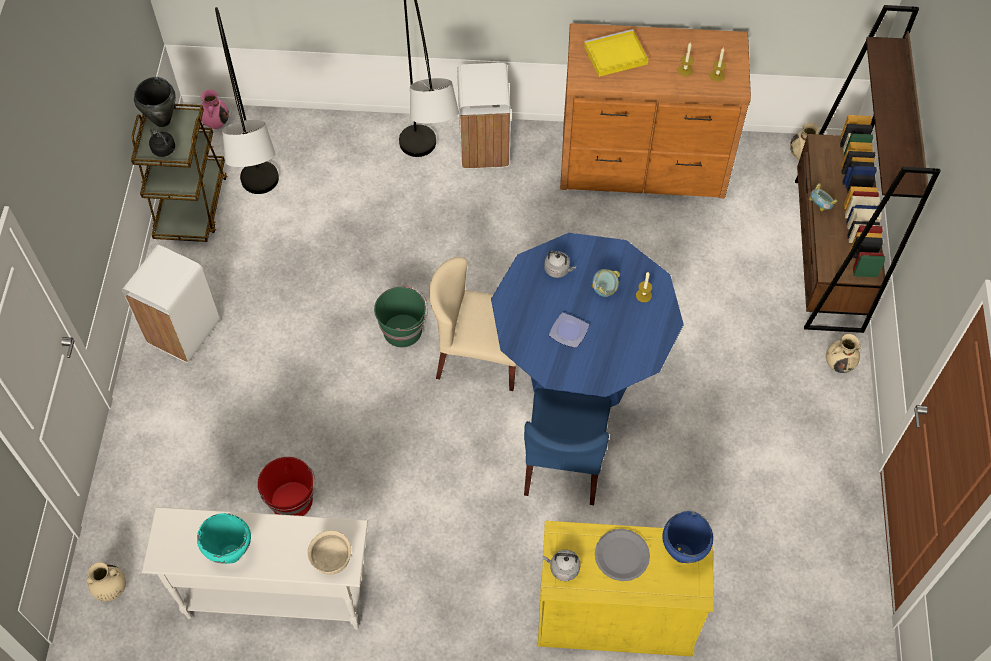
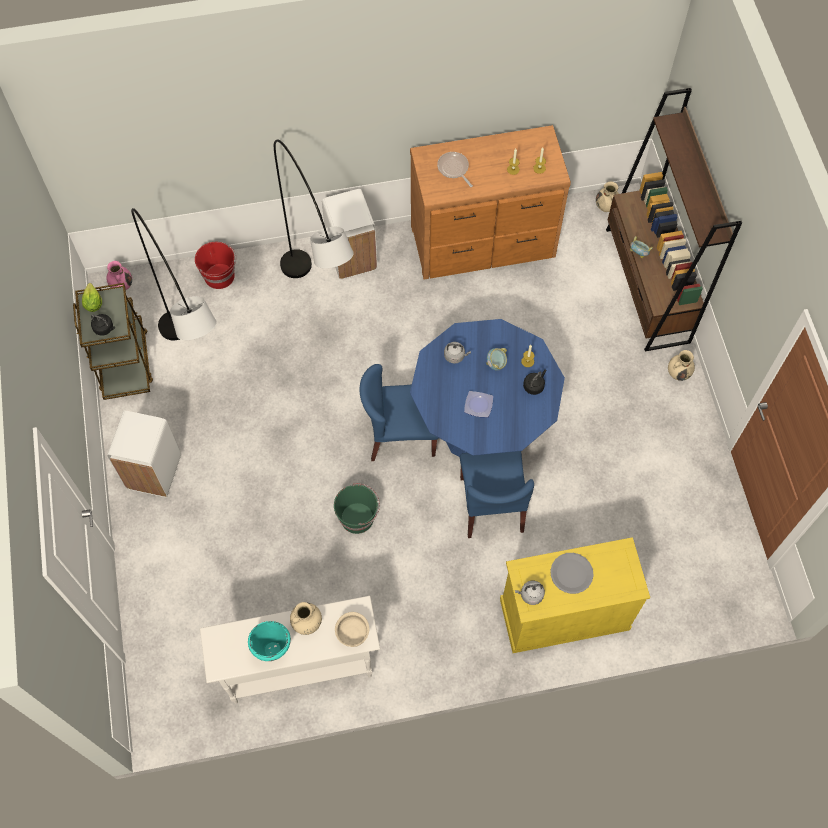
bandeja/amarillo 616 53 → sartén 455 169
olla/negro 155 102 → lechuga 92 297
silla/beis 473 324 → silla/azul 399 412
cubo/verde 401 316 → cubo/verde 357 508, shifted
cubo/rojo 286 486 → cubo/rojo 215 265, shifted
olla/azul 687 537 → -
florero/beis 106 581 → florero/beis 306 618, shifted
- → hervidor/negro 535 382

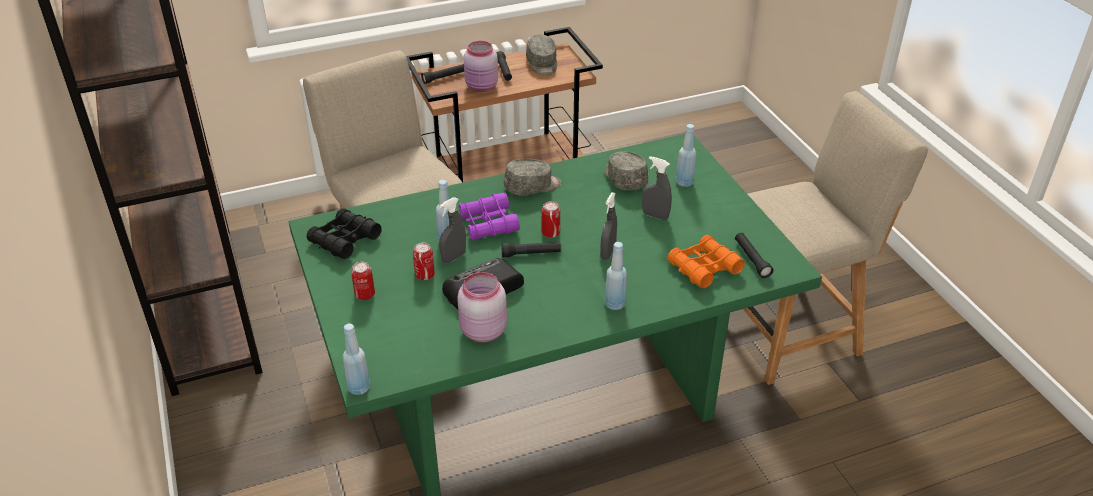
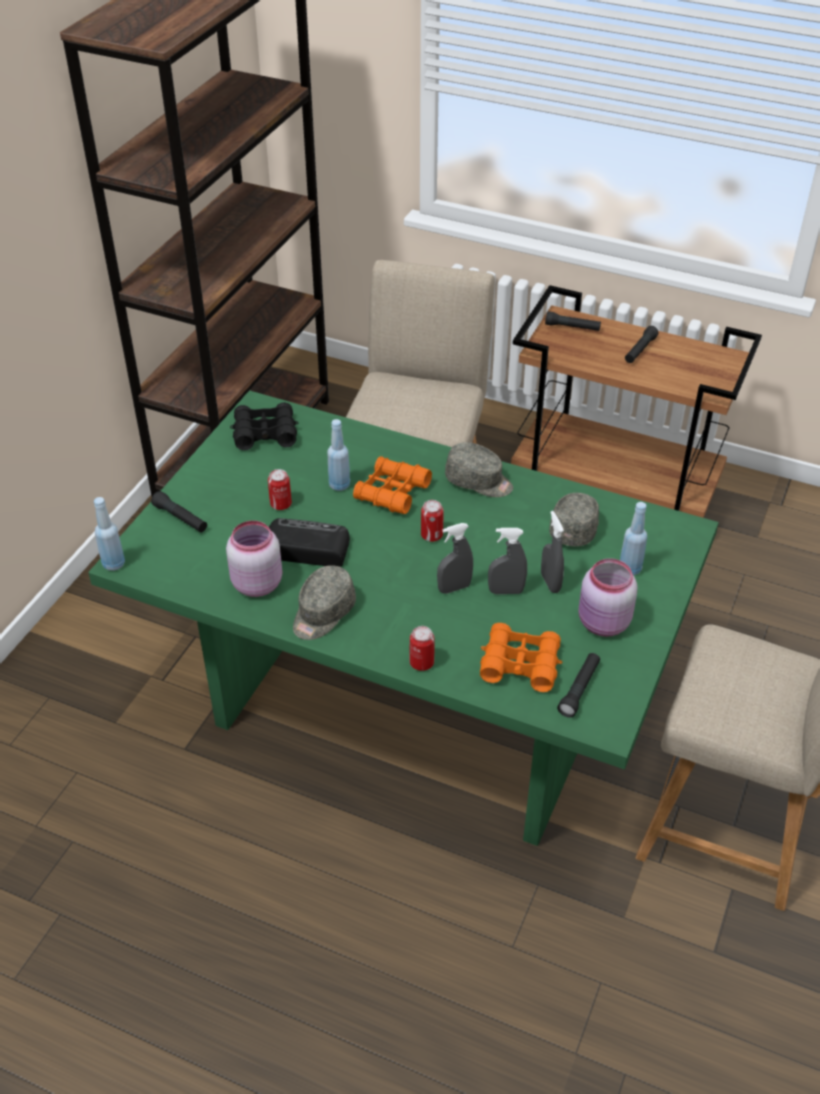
gorra/gris 541 55 → gorra/gris 324 602, shifted
tarro/rosa 481 66 → tarro/rosa 607 597, shifted
prismáticos/morado 489 217 → prismáticos/naranja 392 485
pulverizador/gris 452 230 → pulverizador/gris 507 561, shifted
linterna/negro 531 249 → linterna/negro 179 512, shifted
botella/azul 616 276 → -
lata 363 281 → lata 422 648, shifted

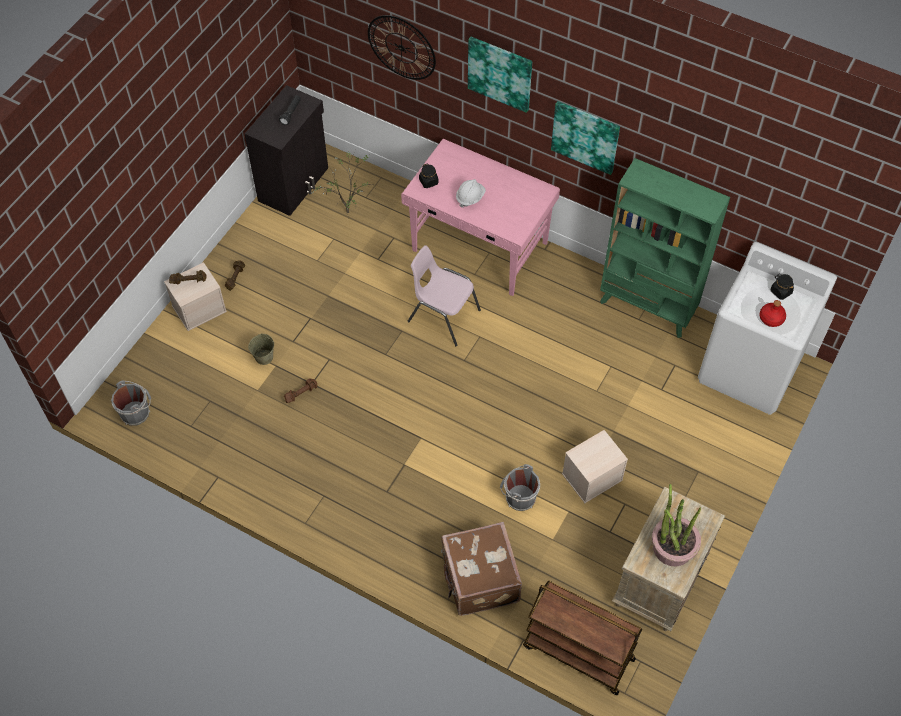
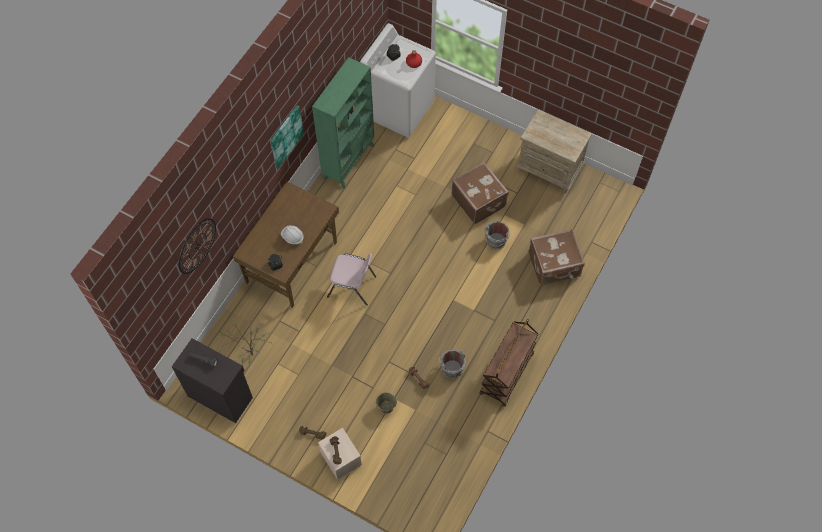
cuadro 500 75 → -
escritorio/rosa 480 217 → escritorio/marrón 286 245
silla/rosa 444 295 → silla/rosa 351 279, 105 degrees counterclockwise
cubo/gris 131 403 → cubo/gris 452 364, shifted
caja de almacenaje/beis 595 466 → maleta/marrón 480 193
planta en maceta 676 525 → -
carrito/marrón 582 638 → carrito/marrón 509 363, shifted

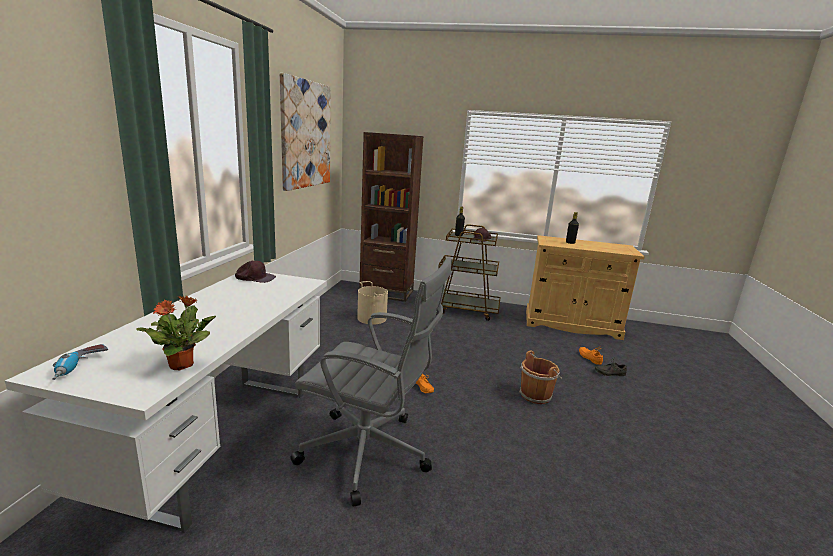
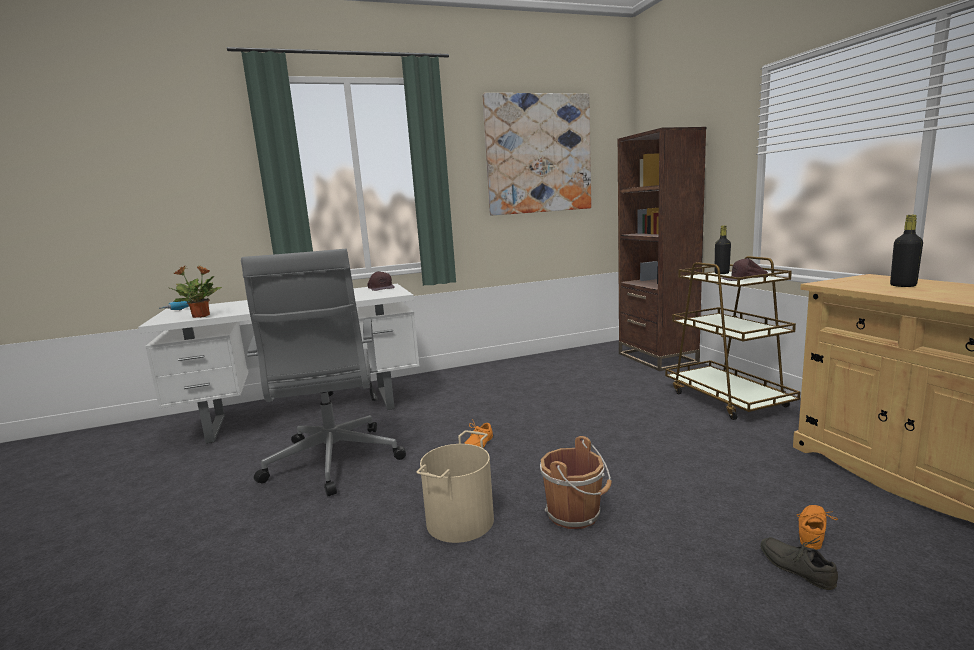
cubo/beis 372 303 → cubo/beis 455 486, shifted

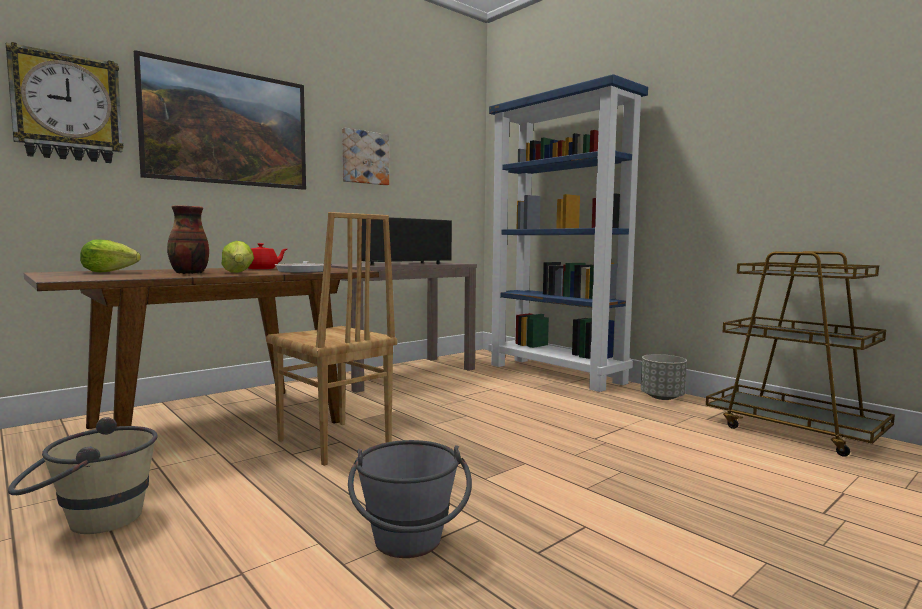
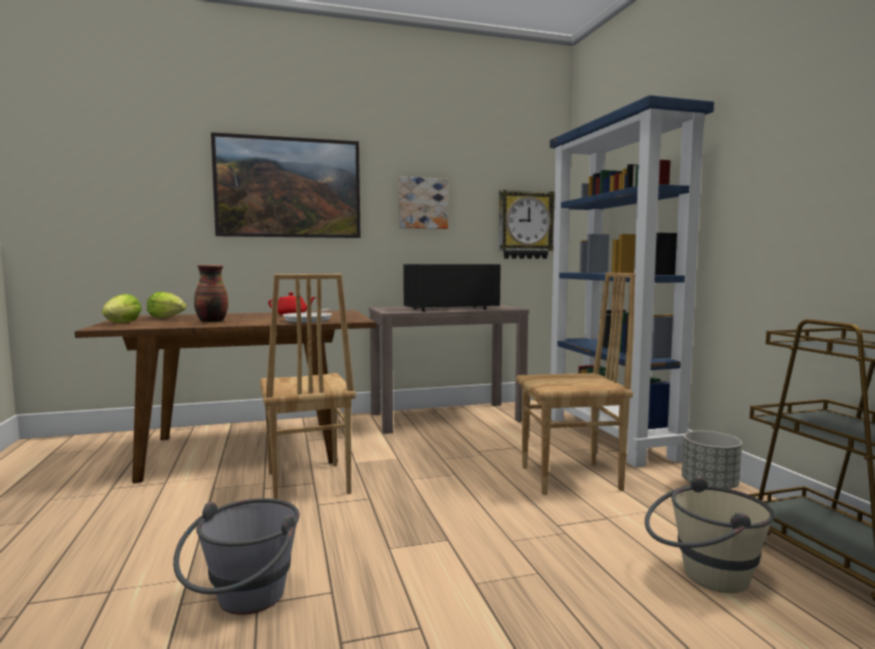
reloj de pared 65 102 → reloj de pared 526 224, shifted
lechuga 237 257 → lechuga 122 308, shifted
cubo/beis 83 475 → cubo/beis 710 534, shifted
- → silla/marrón 575 383

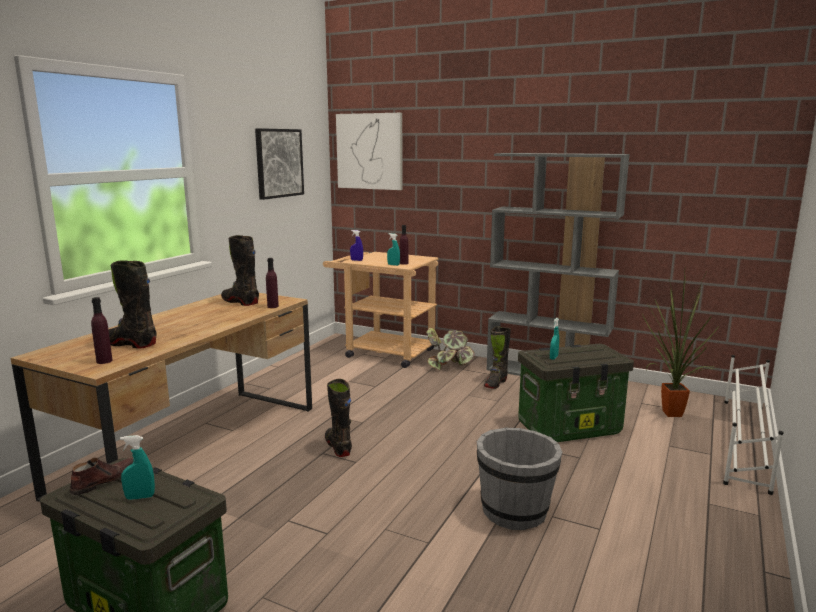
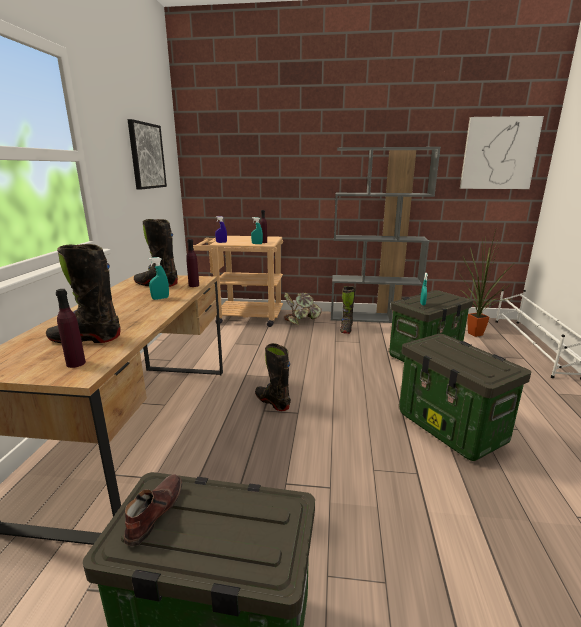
cuadro 369 151 → cuadro 502 152, shifted
cubo/gris 520 479 → caja de almacenaje 465 397
pulverizador/turquesa 137 467 → pulverizador/turquesa 158 278, shifted

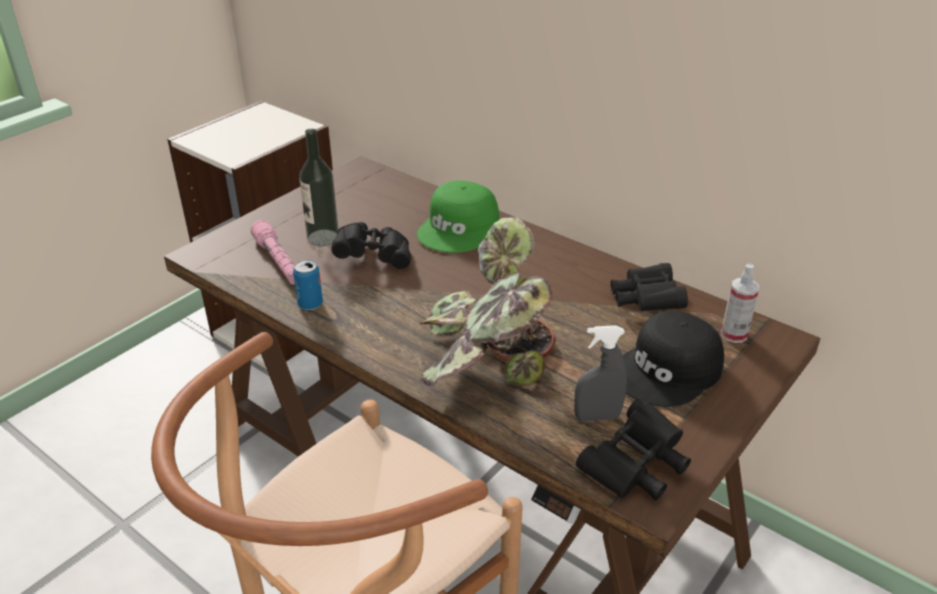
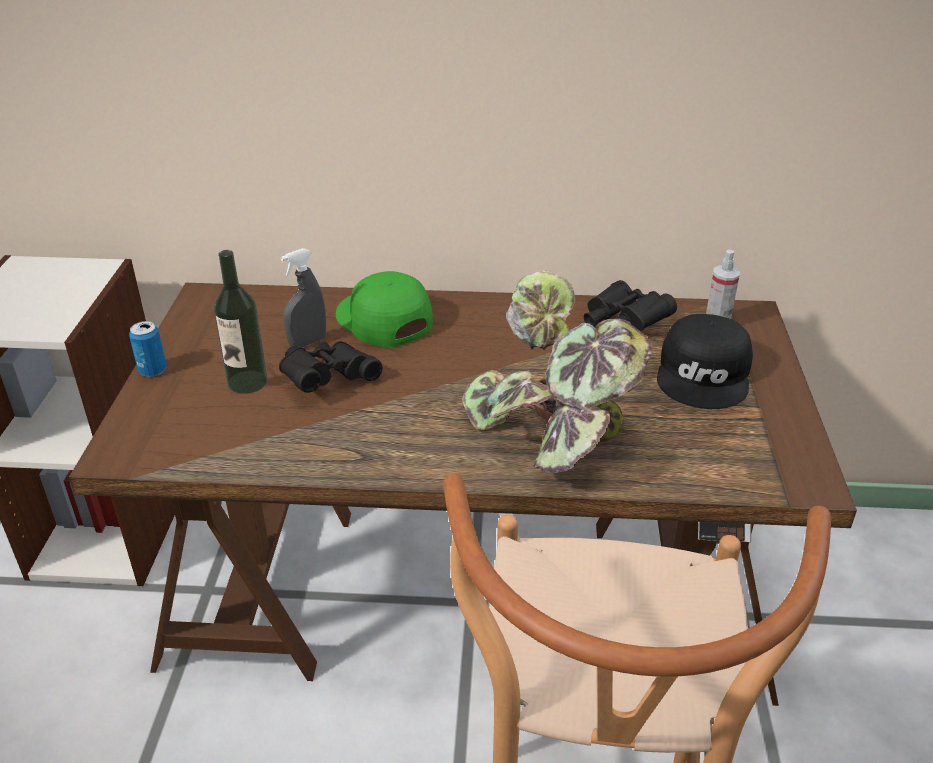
gorra/verde 458 216 → gorra/verde 384 309, 150 degrees clockwise
linterna/rosa 272 252 → -
lata 308 285 → lata 148 349, shifted
pulverizador/gris 600 373 → pulverizador/gris 303 298, shifted
prismáticos/negro 633 449 → -

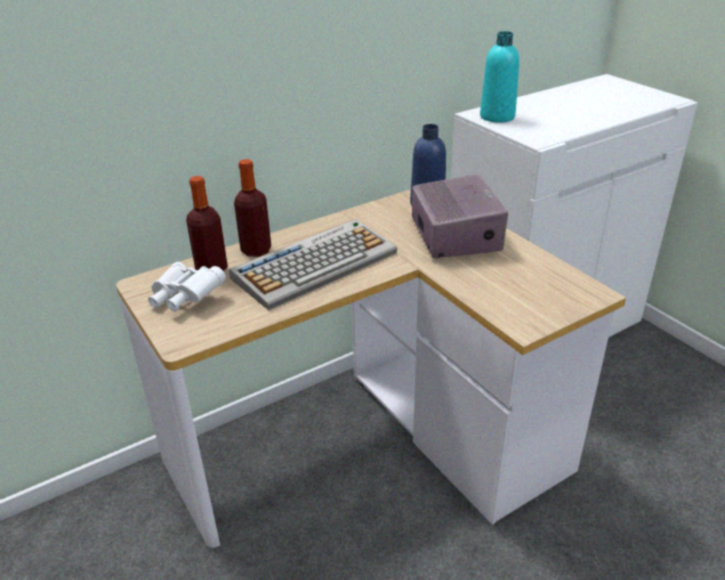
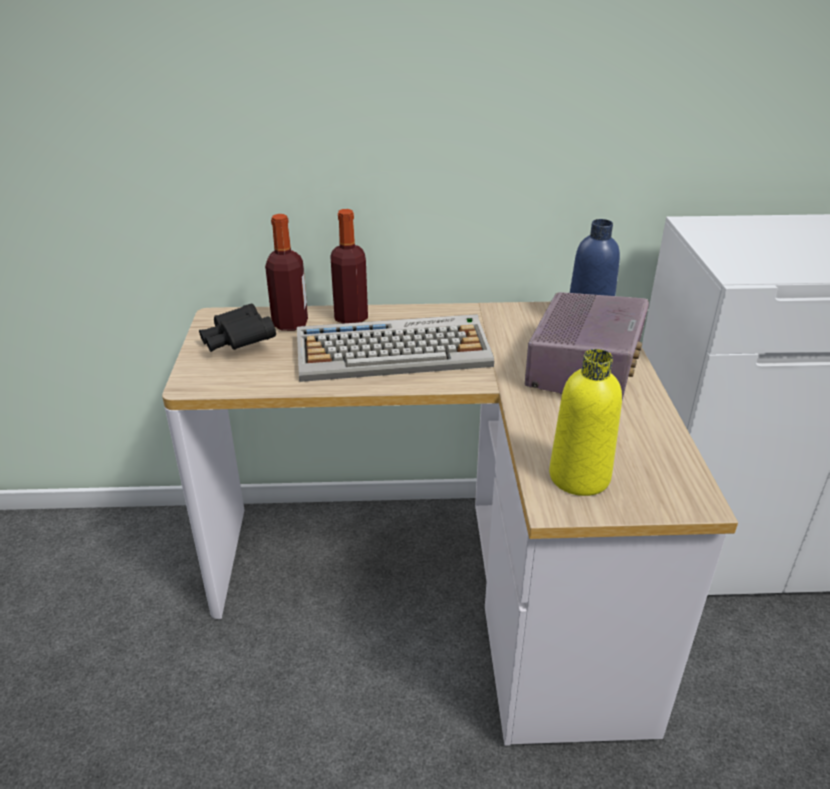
botella/turquesa 499 77 → -
prismáticos/blanco 187 287 → prismáticos/negro 237 327
- → botella/amarillo 585 422

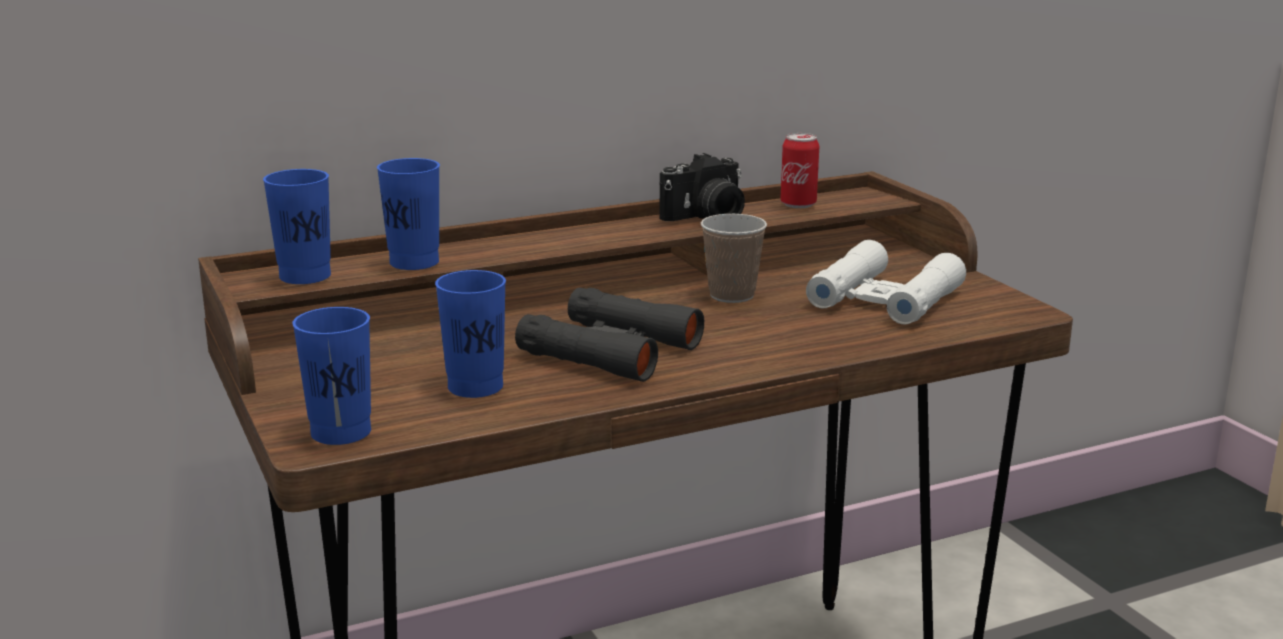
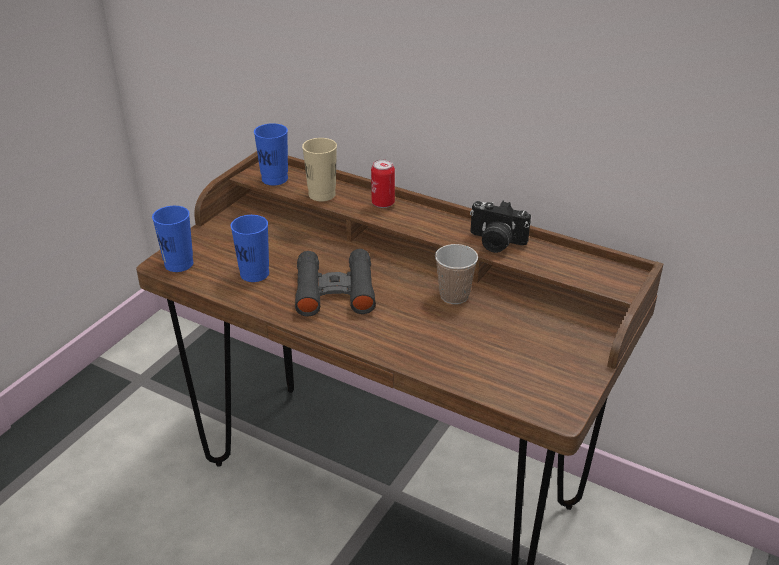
lata 799 170 → lata 383 183, shifted
taza/azul 408 214 → taza/beis 319 169
prismáticos/blanco 886 282 → -

